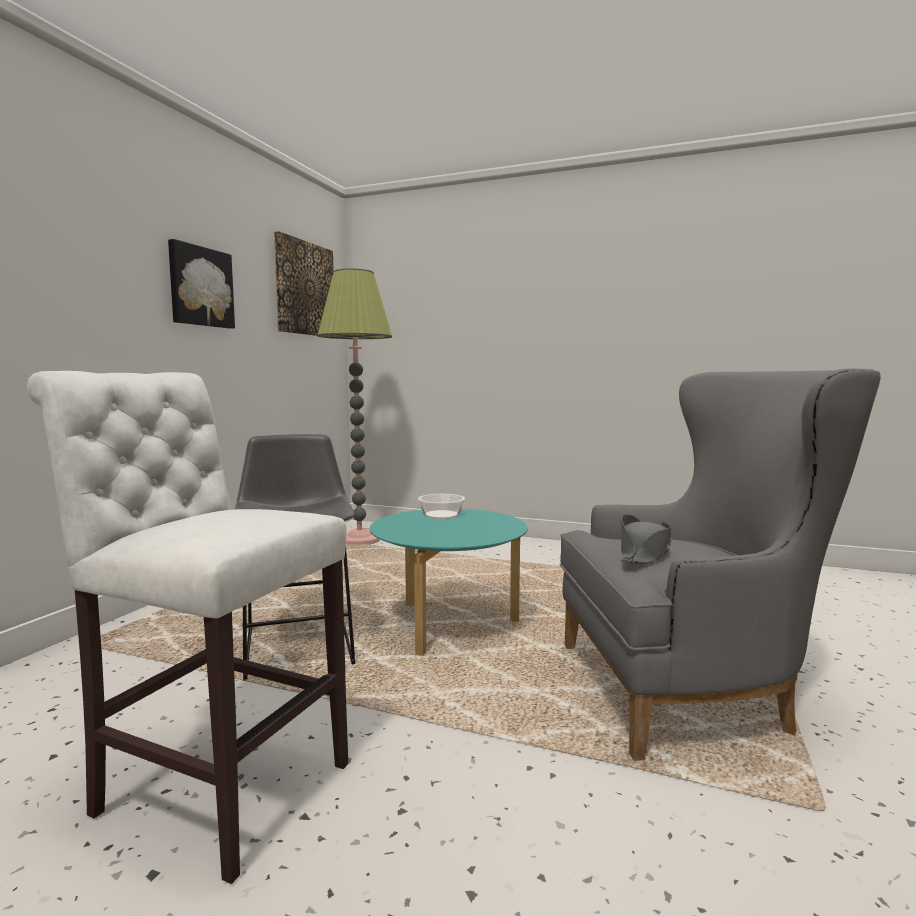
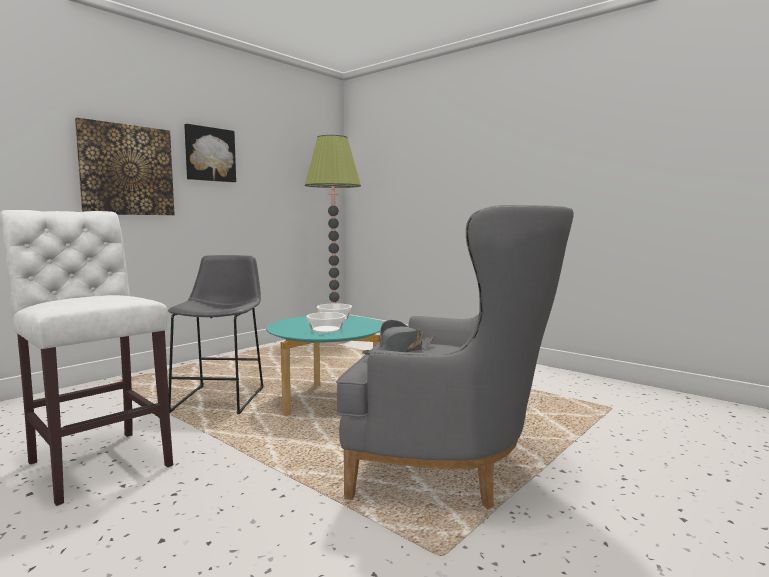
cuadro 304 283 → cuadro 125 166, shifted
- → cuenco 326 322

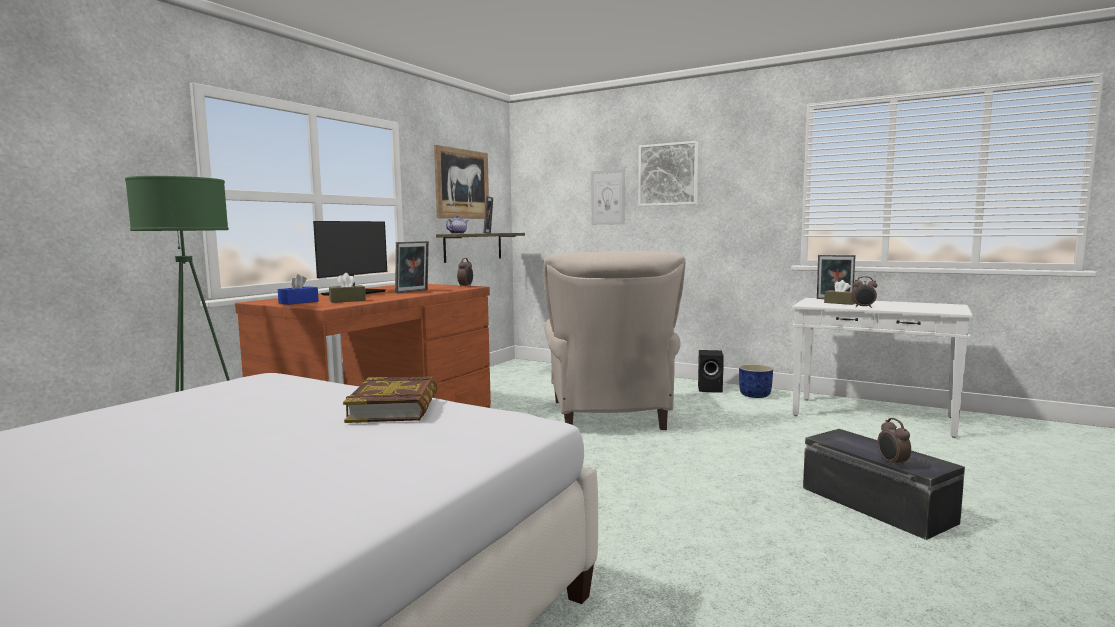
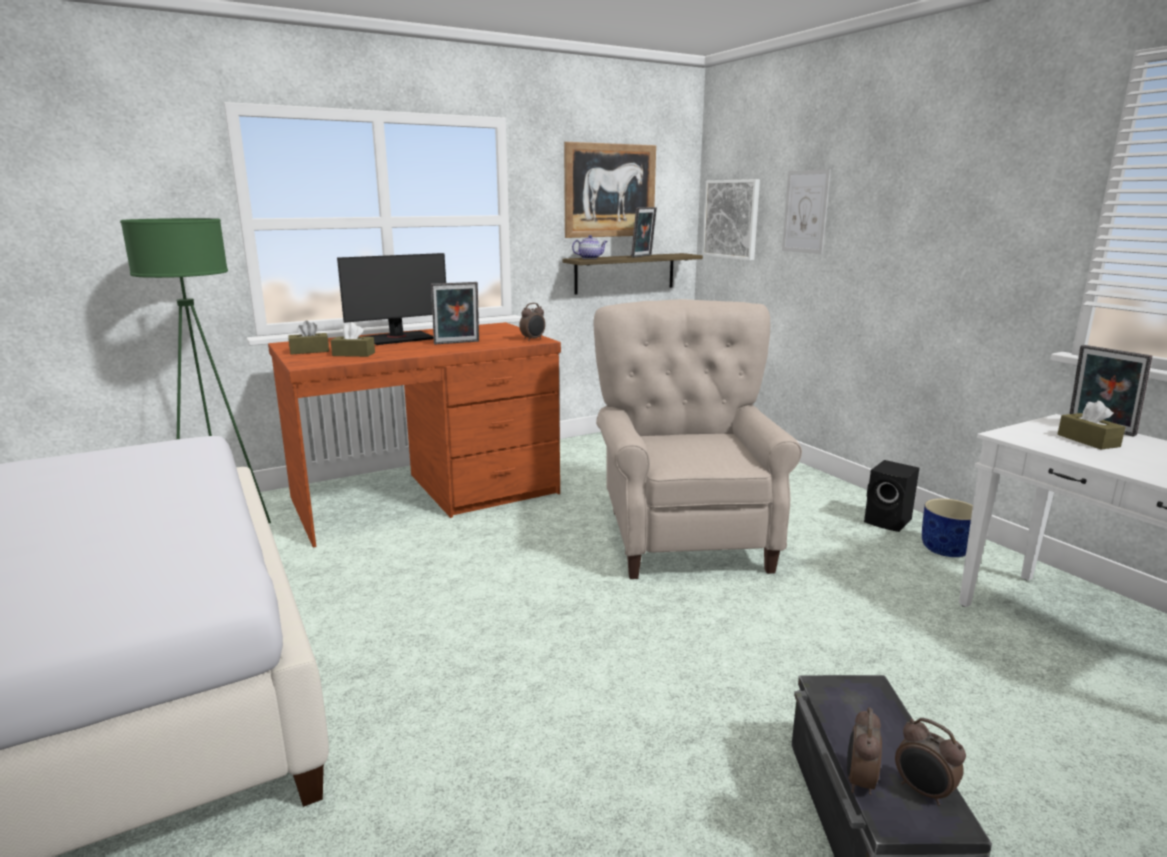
cuadro 668 173 → cuadro 731 220, shifted
sillón/beis 614 340 → sillón/beis 698 439, 150 degrees clockwise
caja de pañuelos/azul 298 289 → caja de pañuelos/marrón 309 337
despertador 864 292 → despertador 930 762, shifted
libro 390 399 → -

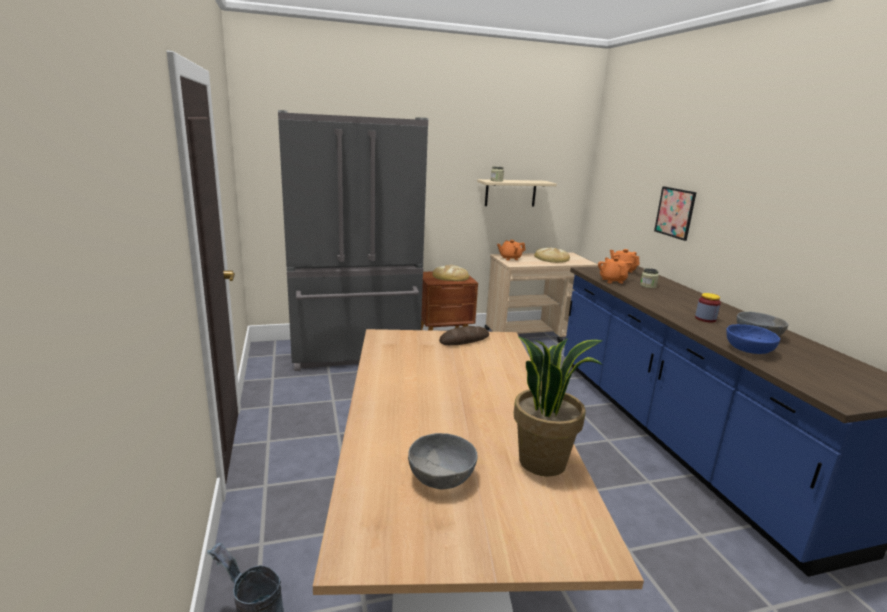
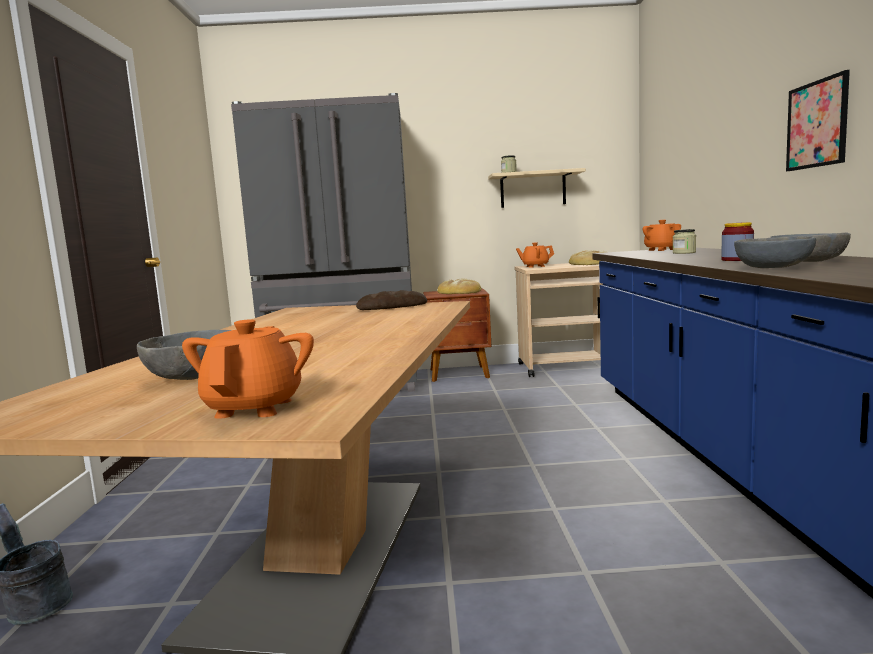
cuadro 675 213 → cuadro 818 120, shifted
tetera/naranja 615 270 → tetera/naranja 248 369, shifted
cuenco/azul 753 339 → cuenco/gris 775 252
planta en maceta 558 406 → -

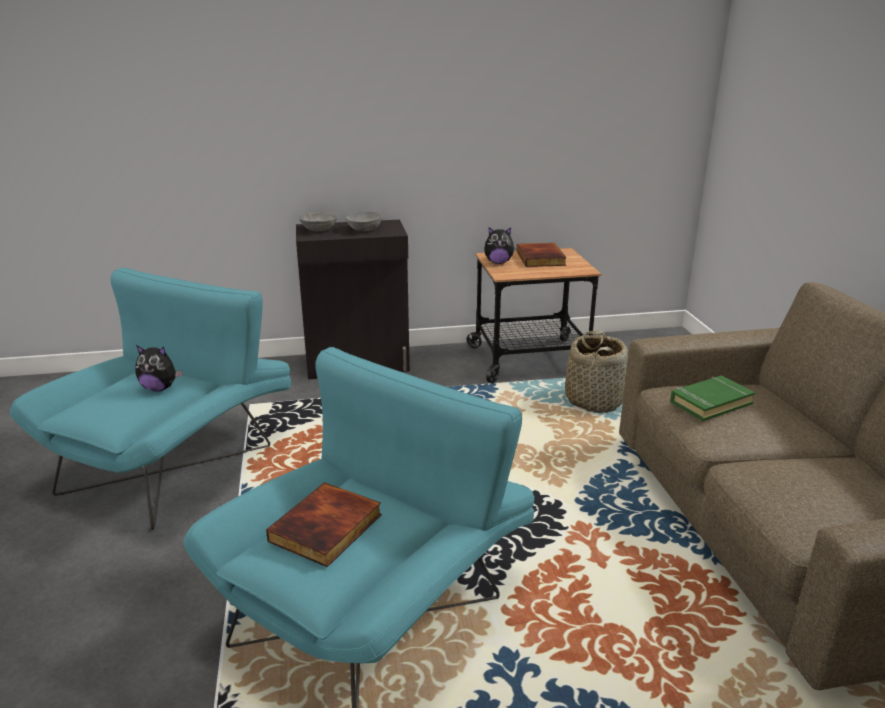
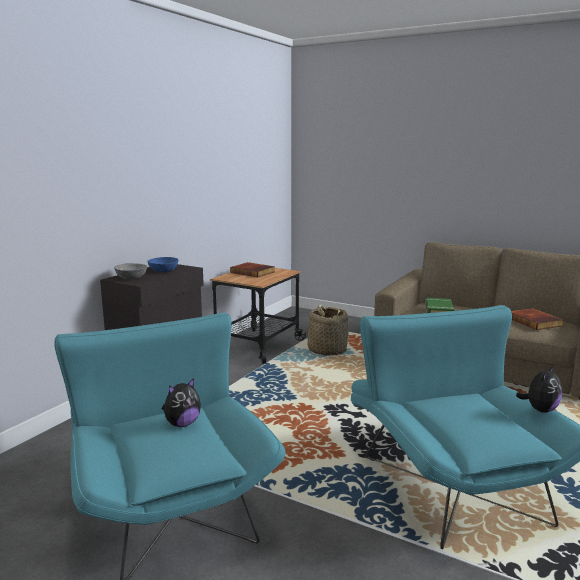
cuenco/gris 364 222 → cuenco/azul 162 264
peluche 500 245 → peluche 539 389, shifted
libro 324 524 → libro 537 319, shifted

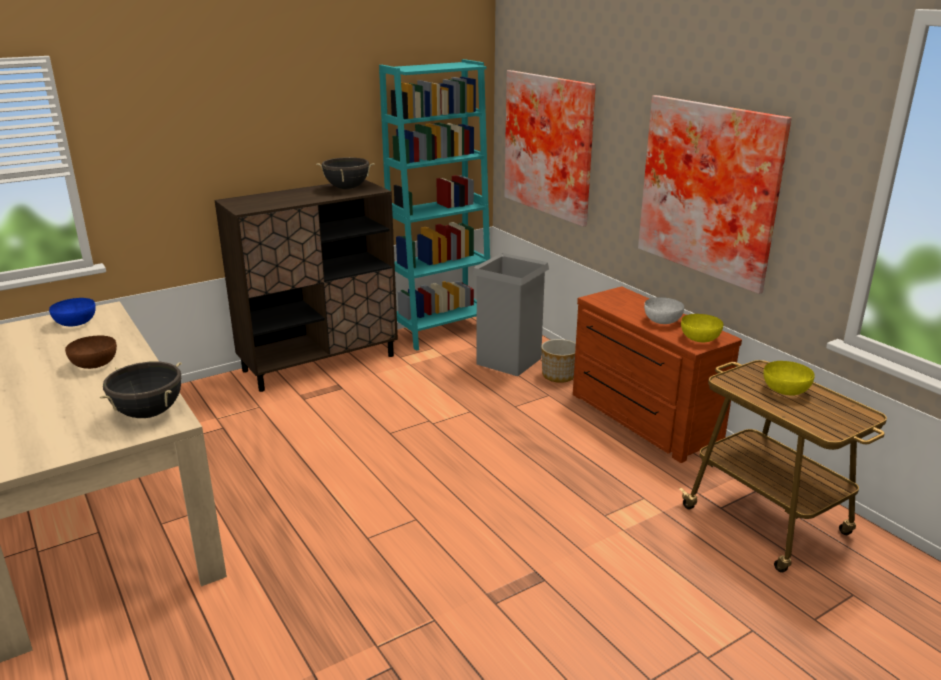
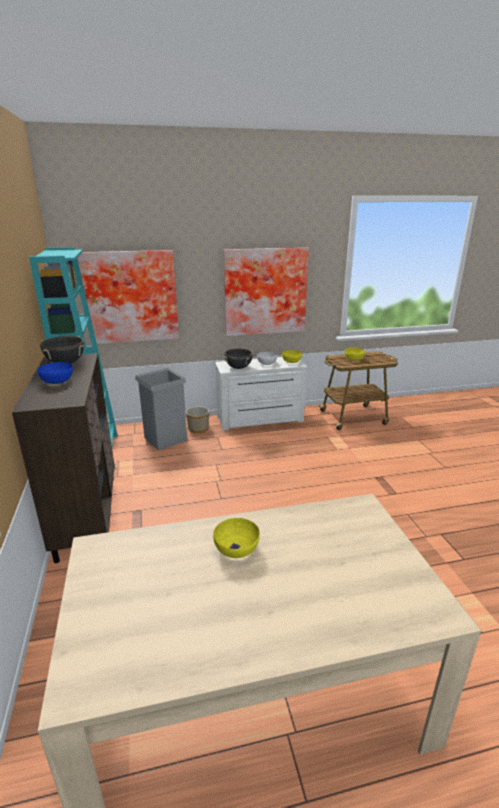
cómoda/marrón 657 374 → cómoda/blanco 261 393
cuenco/azul 72 312 → cuenco/azul 55 373, shifted
cuenco/marrón 91 352 → cuenco/amarillo 236 538
olla/negro 141 390 → olla/negro 238 358, shifted

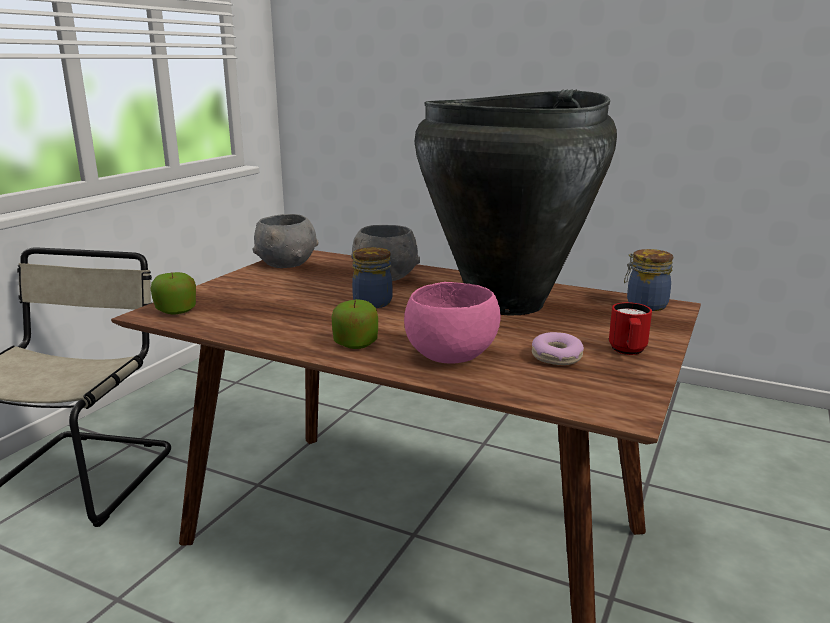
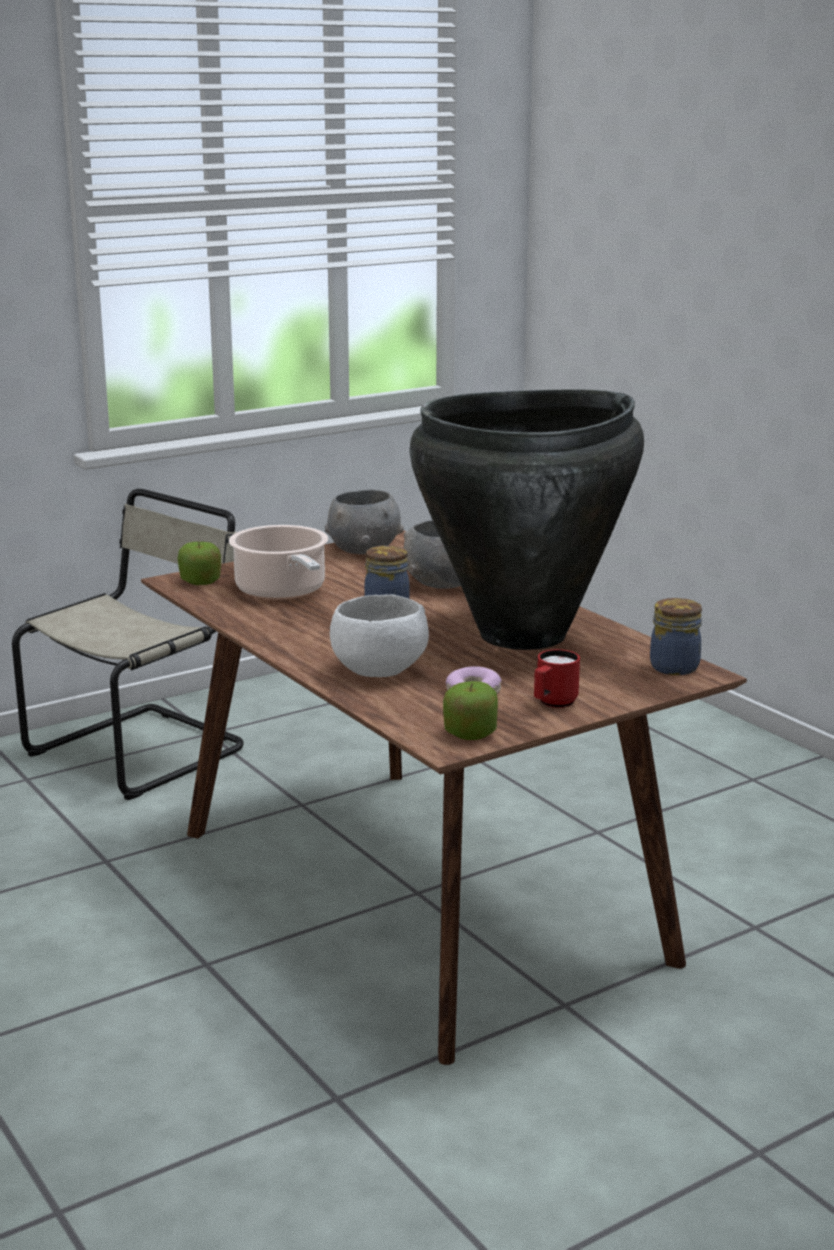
cuenco/rosa 452 322 → cuenco/blanco 379 635
manzana 355 324 → manzana 470 710, shifted
- → olla 278 562

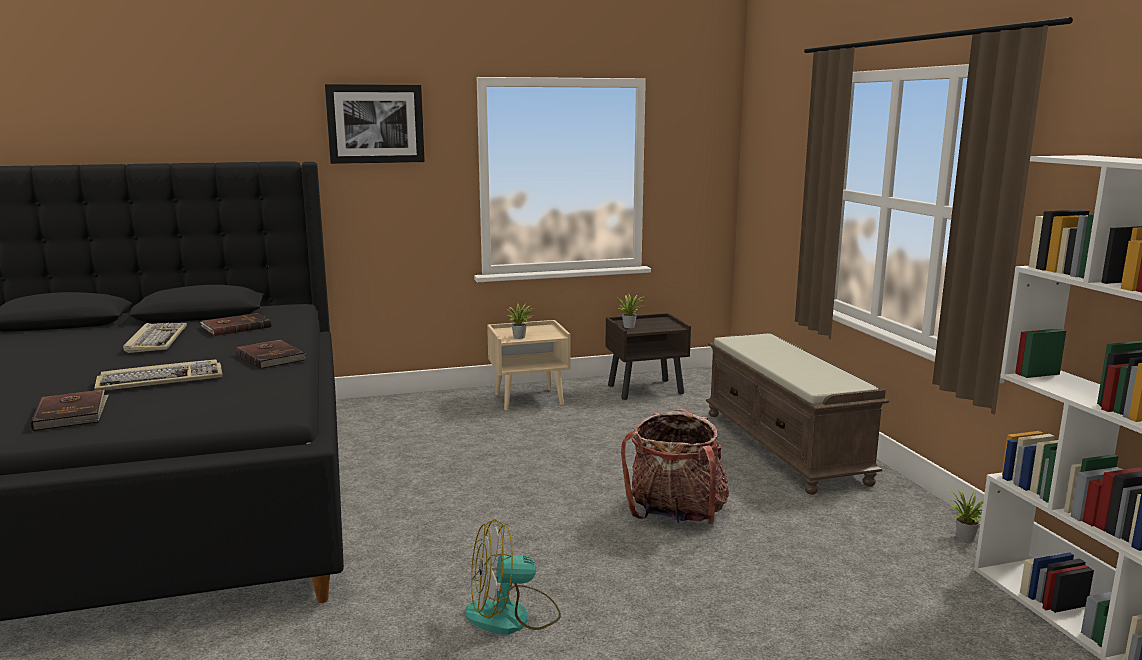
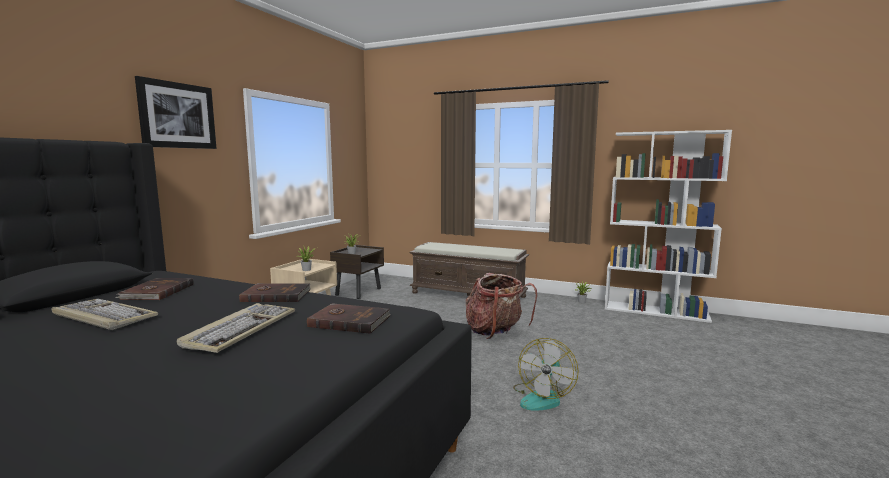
libro/marrón 70 410 → libro/marrón 349 318, shifted

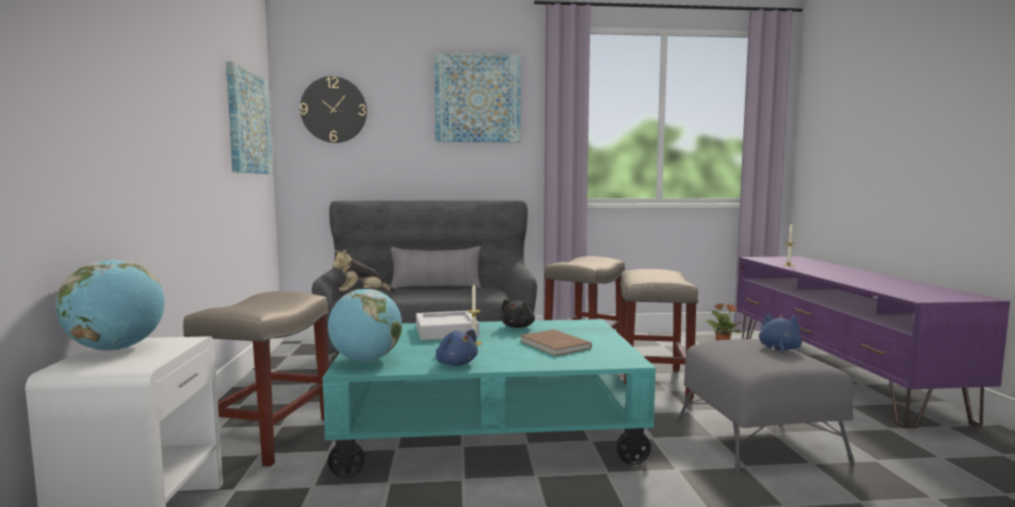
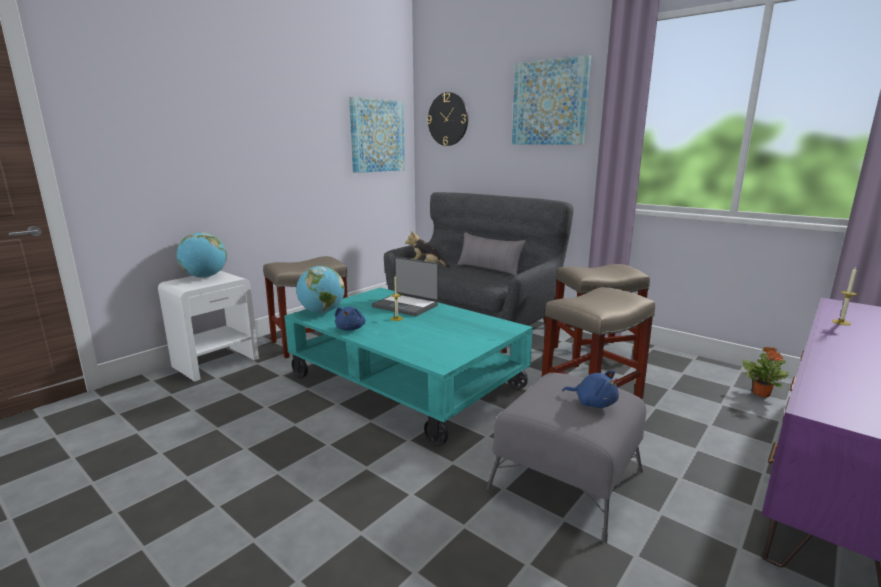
peluche/negro 518 313 → -
bandeja/gris 447 325 → portátil 405 286
peluche/azul 780 334 → peluche/azul 590 389, 60 degrees clockwise
libro/marrón 556 342 → -

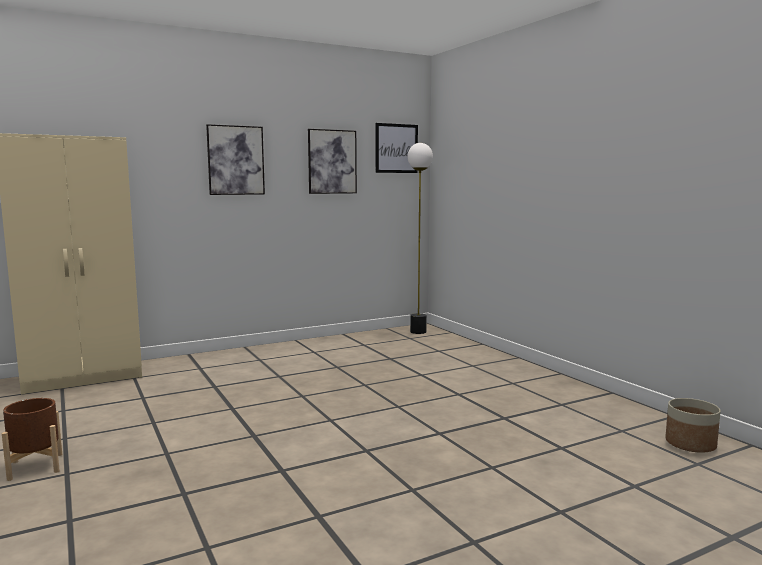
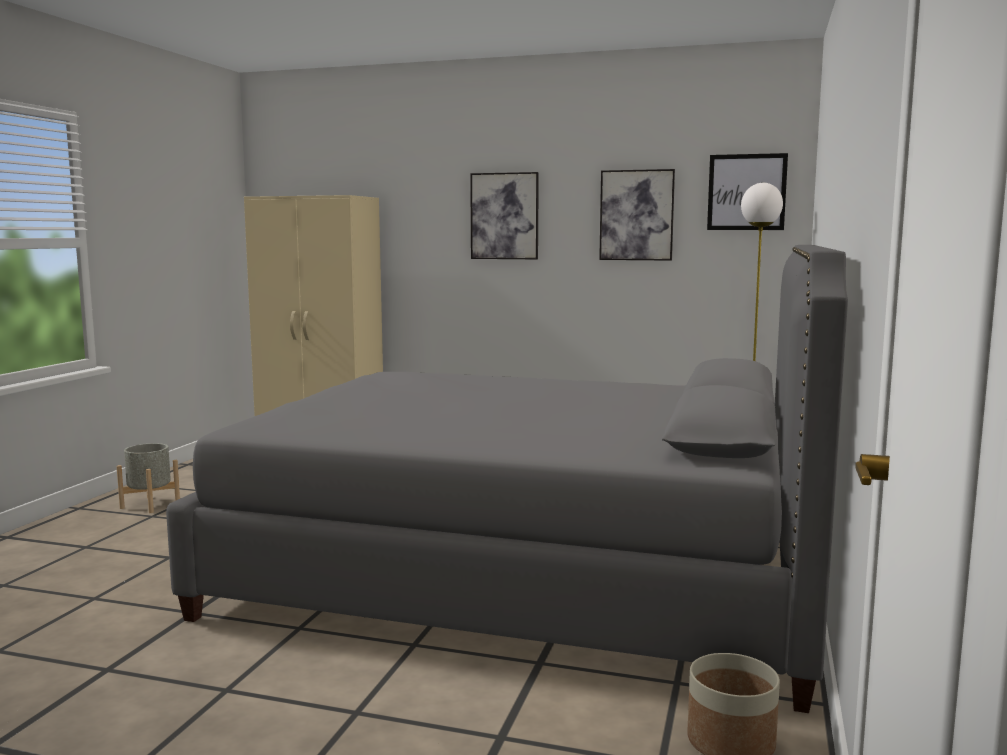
maceta/marrón 32 439 → maceta/gris 148 478
- → cama/gris 507 479

